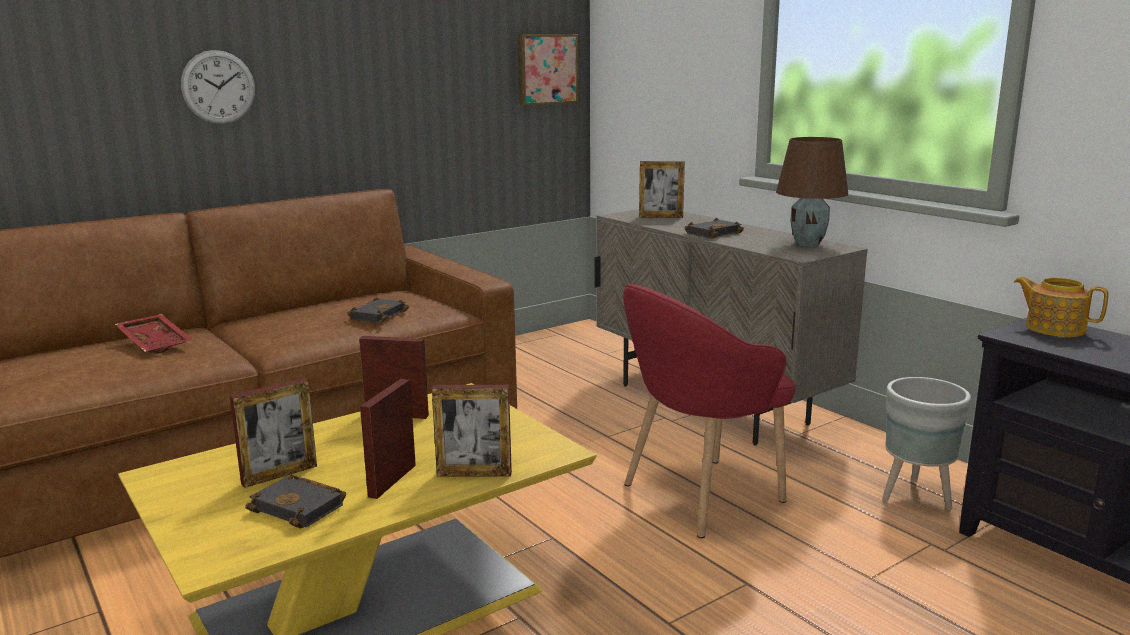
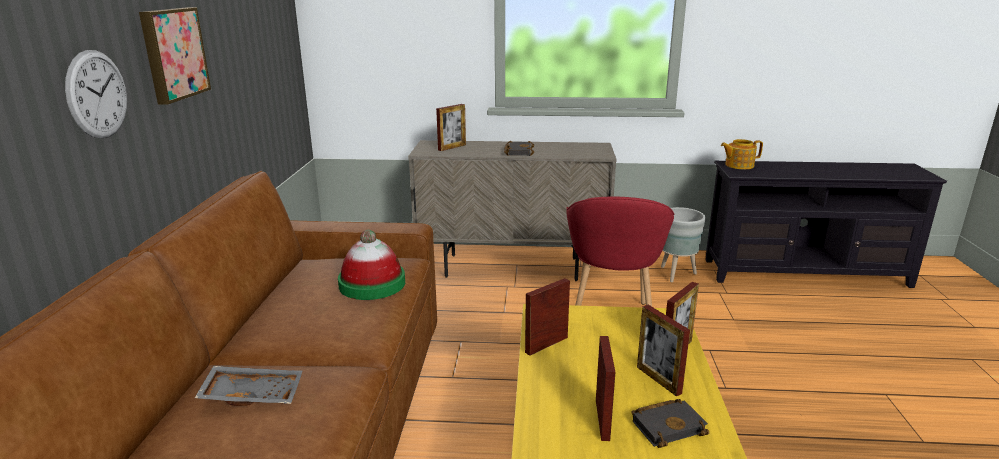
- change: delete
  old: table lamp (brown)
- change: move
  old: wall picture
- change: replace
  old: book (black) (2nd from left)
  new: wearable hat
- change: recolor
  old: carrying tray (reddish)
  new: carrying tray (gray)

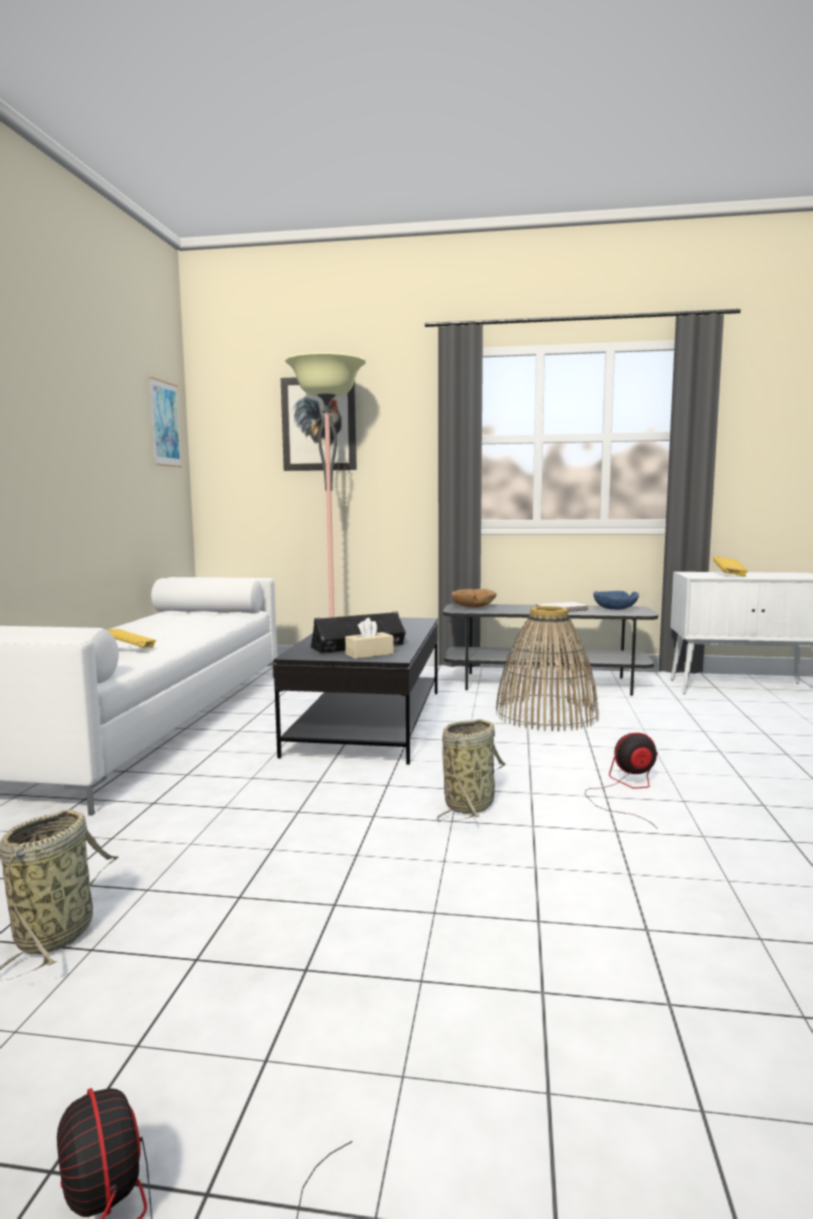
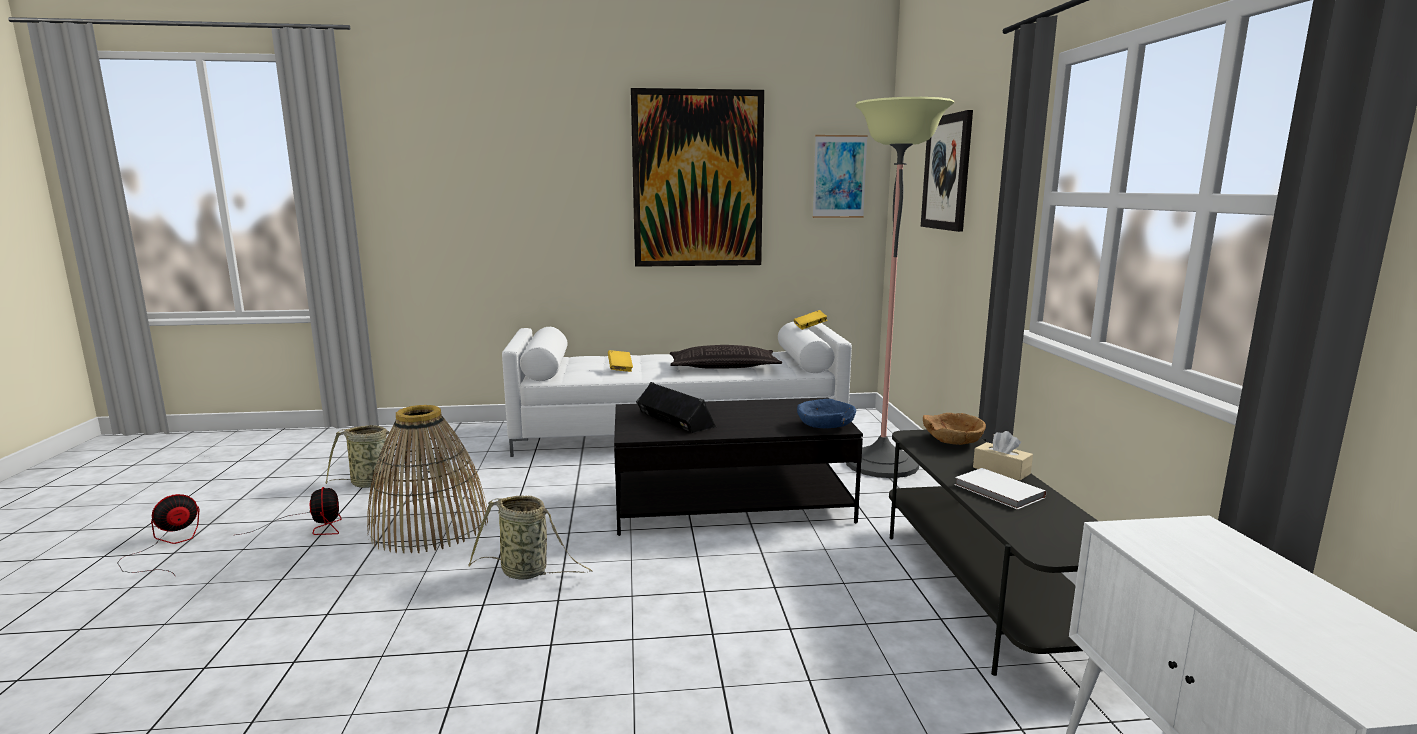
- change: insert
  new: wall picture (1st from left)
- change: insert
  new: pillow
- change: move
  old: tissue holder (sand-coloured)
- change: move
  old: basket (3rd from left in the first image)
  new: basket (2nd from left)
- change: move
  old: fan (2nd from left)
- change: move
  old: bowl (blue)
- change: move
  old: book (yellow-coloured) (2nd from left)

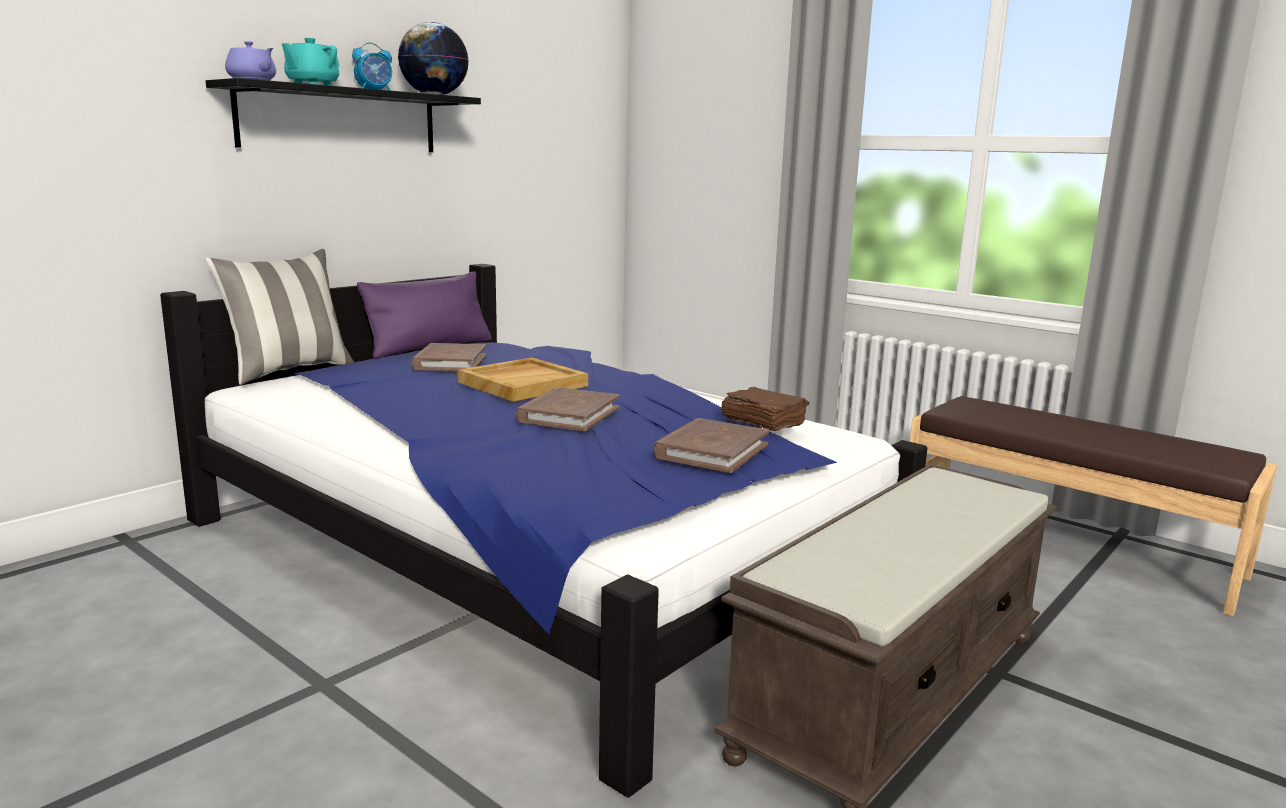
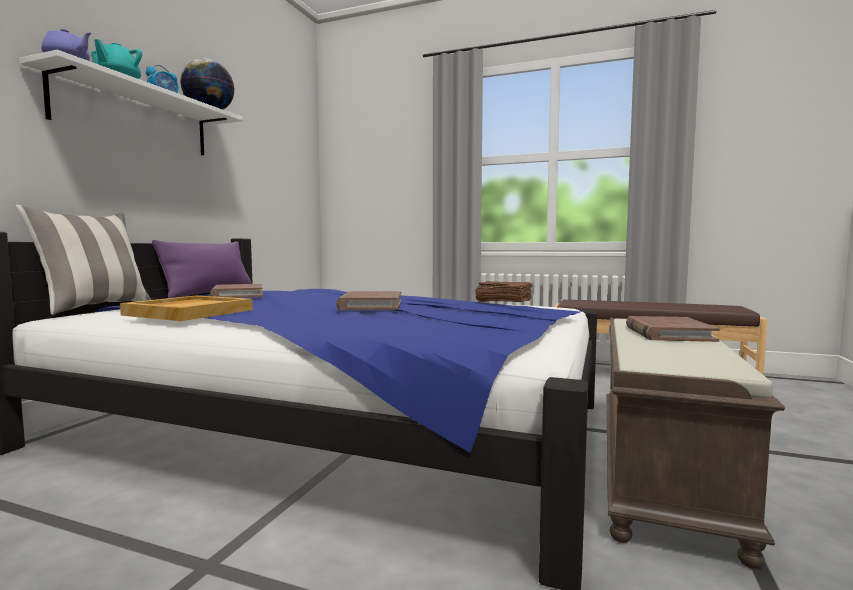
- change: move
  old: carrying tray (sand-coloured)
- change: move
  old: book (brown) (3rd from left in the first image)
  new: book (brown) (4th from left)
- change: recolor
  old: shelf (black)
  new: shelf (white)

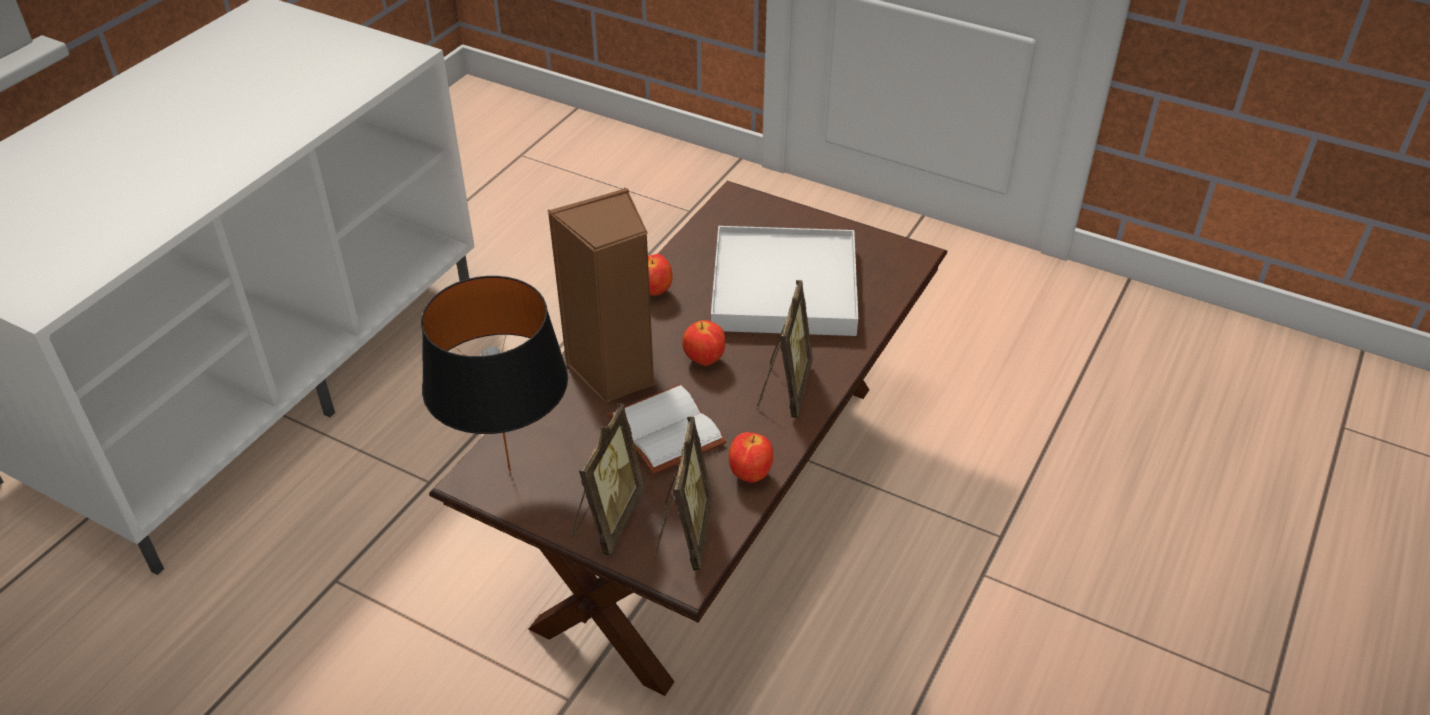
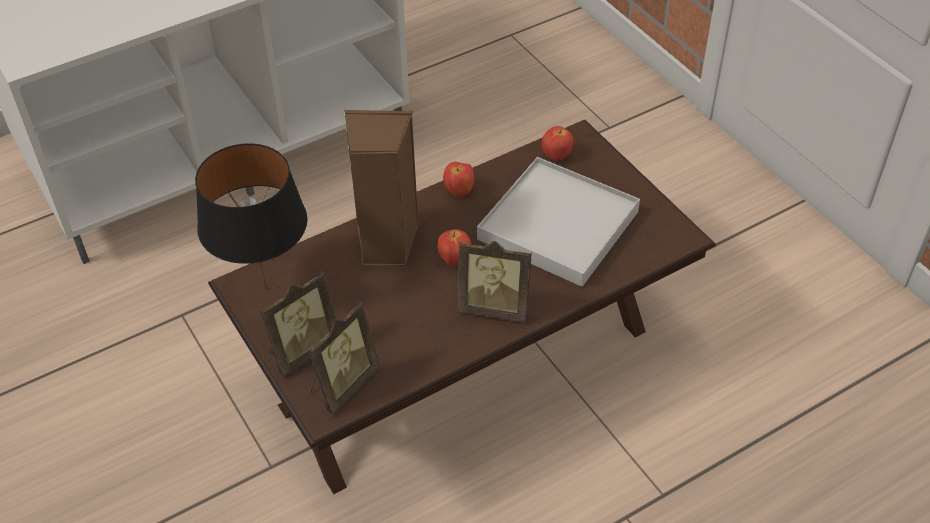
- change: delete
  old: book (white)
- change: move
  old: whole apple (3rd from left)
- change: rotate
  old: picture frame (3rd from left)
  degrees: 60

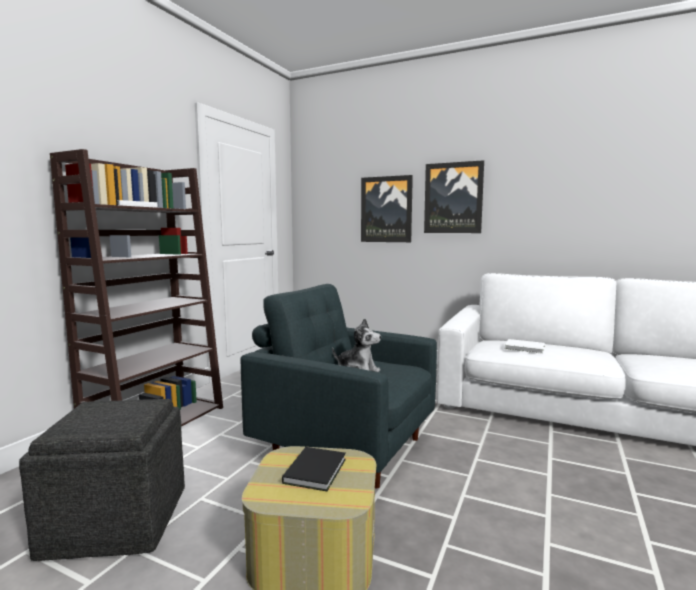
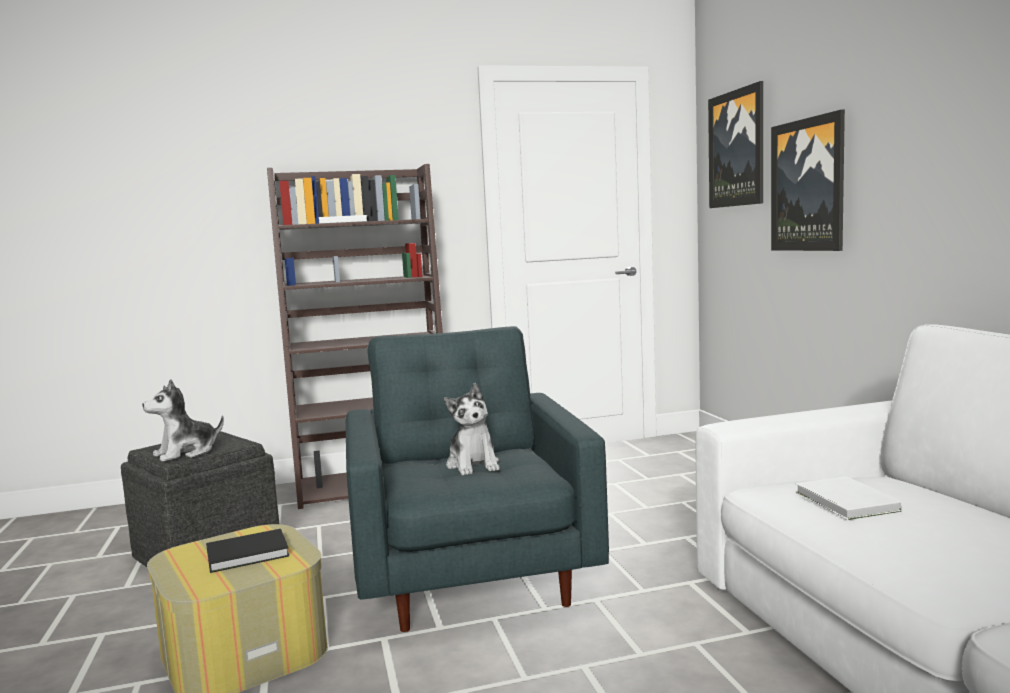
- change: insert
  new: soft toy (1st from left)
- change: move
  old: wall picture (2nd from left in the first image)
  new: wall picture (1st from left)

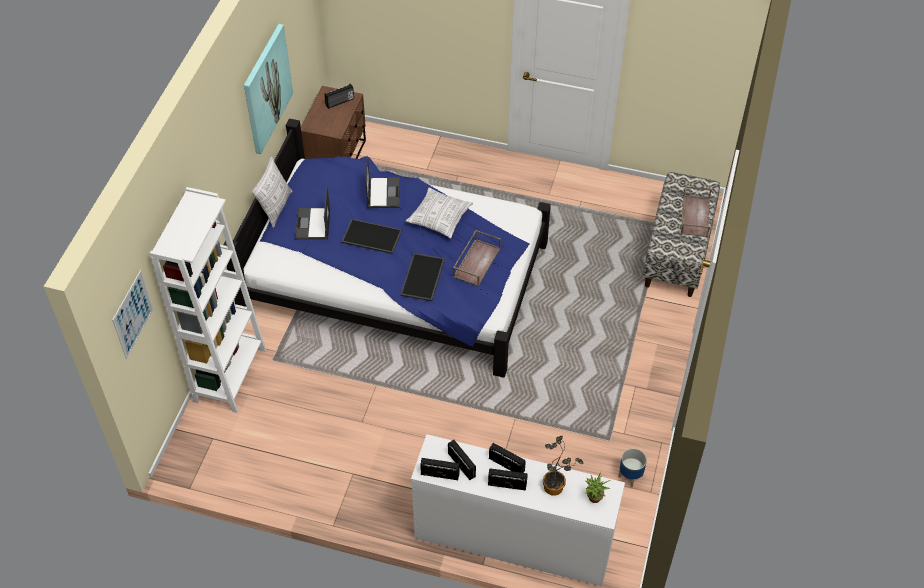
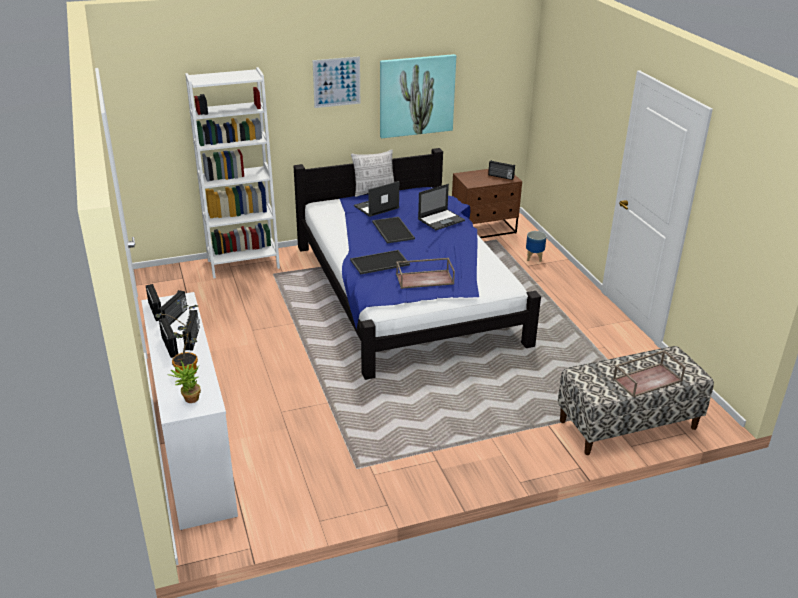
- change: delete
  old: pillow (2nd from left)
- change: move
  old: wall picture (1st from left)
- change: move
  old: planter

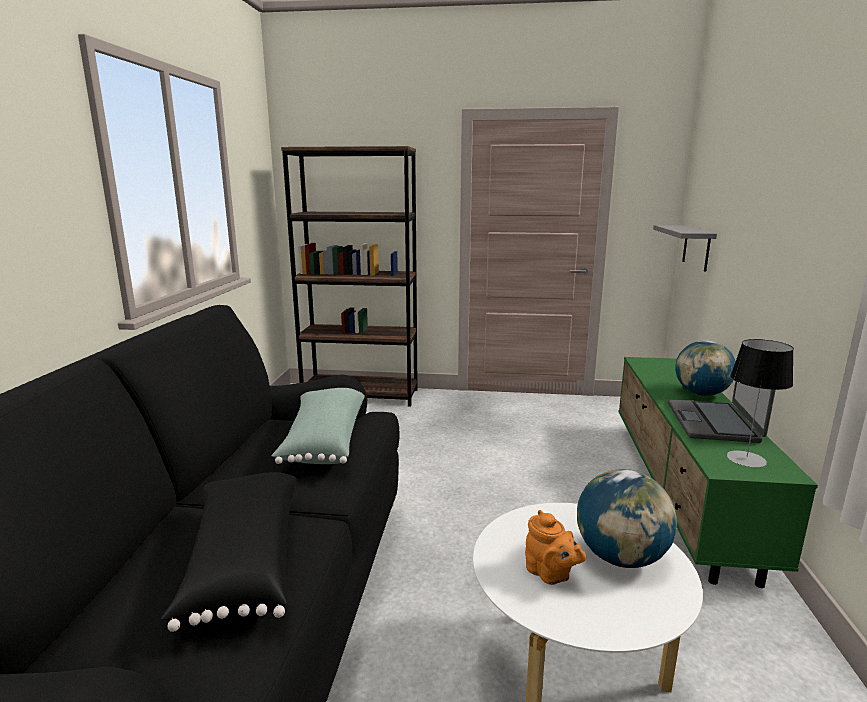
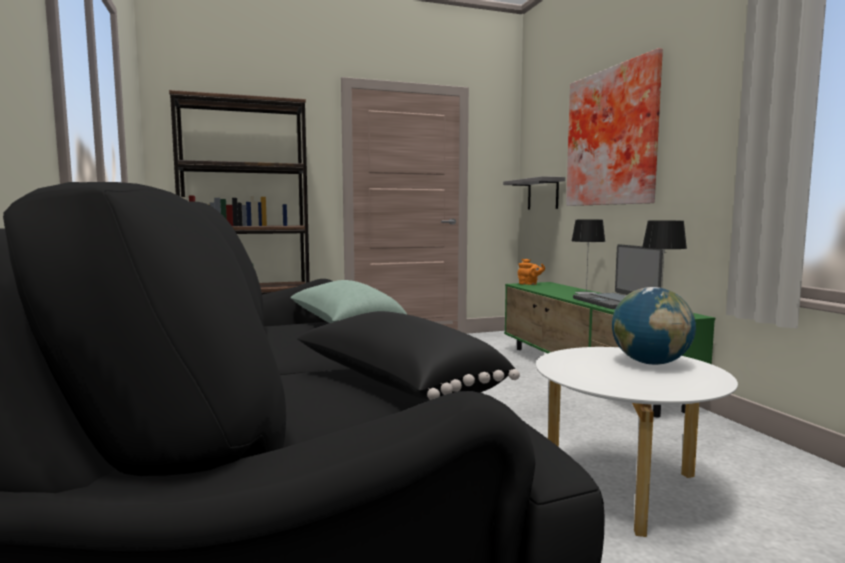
- change: insert
  new: wall picture
- change: move
  old: tea pot (orange)
- change: replace
  old: world globe (2nd from left)
  new: table lamp (1st from left)

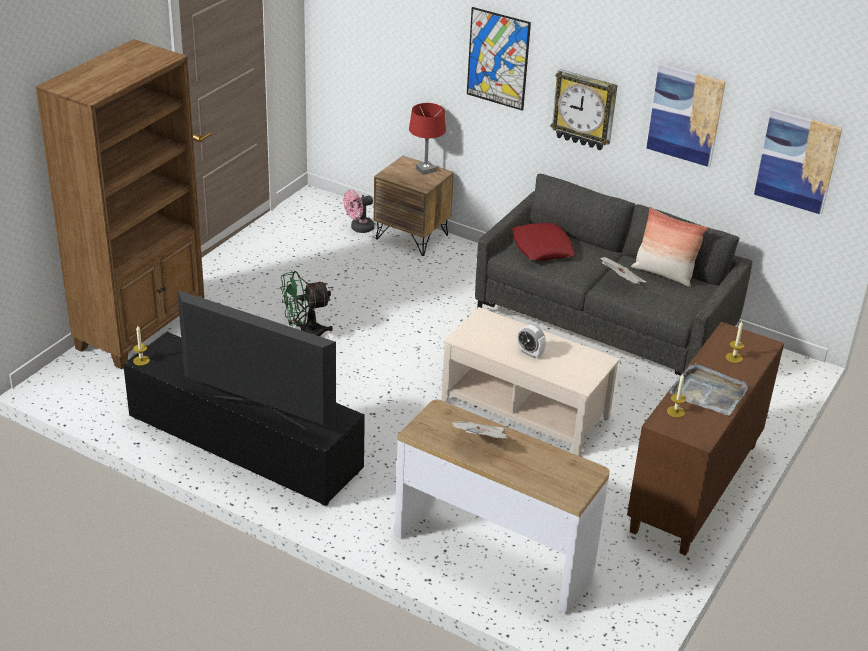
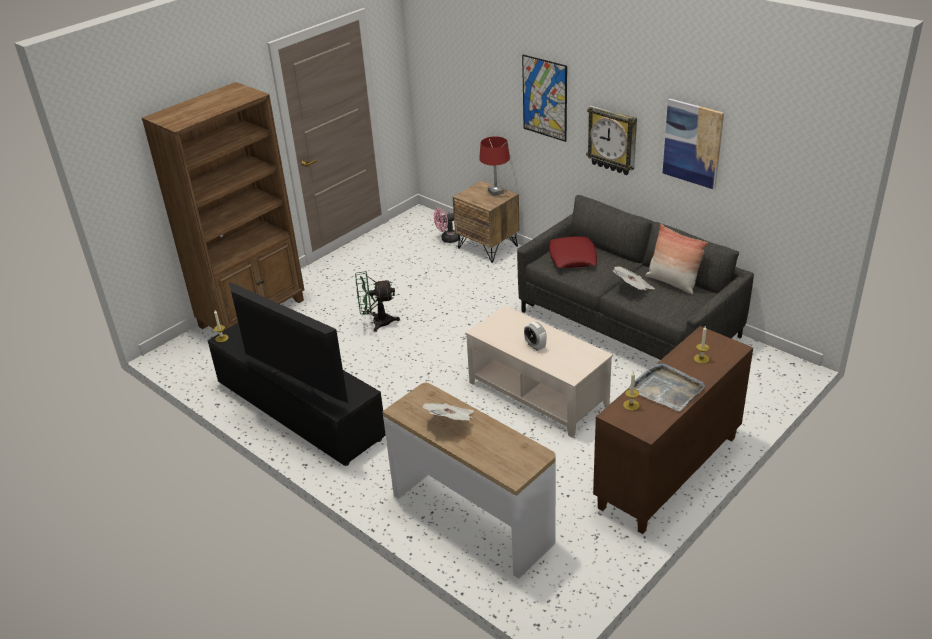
- change: delete
  old: wall picture (3rd from left)

